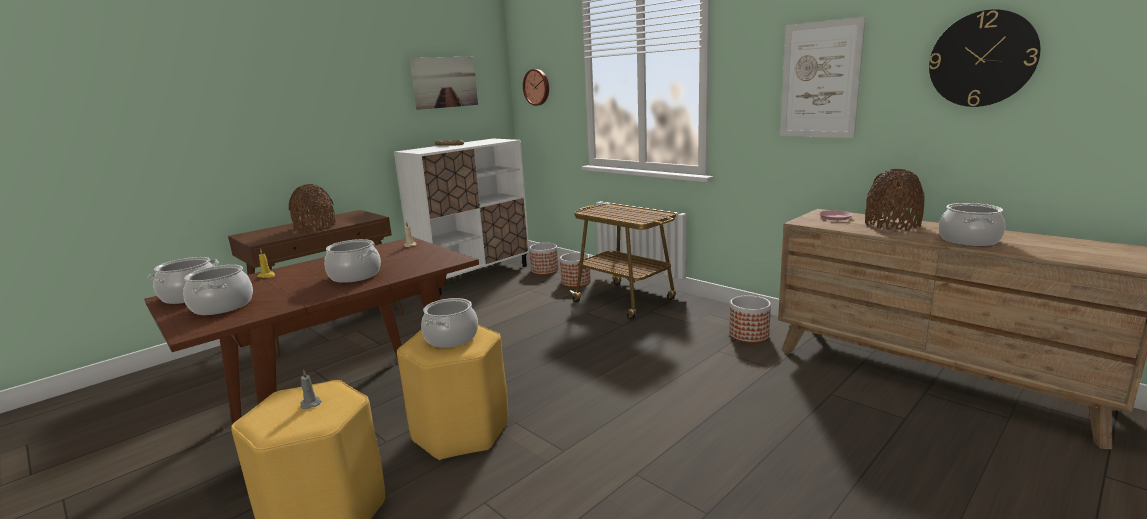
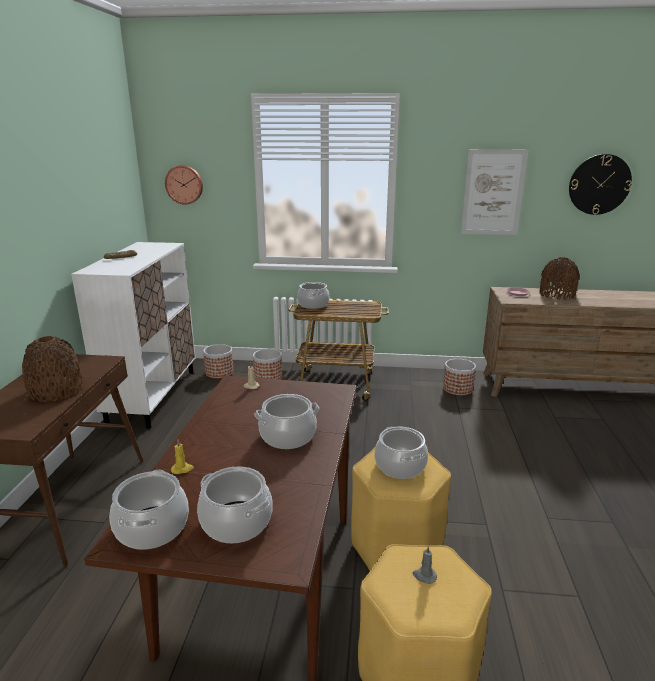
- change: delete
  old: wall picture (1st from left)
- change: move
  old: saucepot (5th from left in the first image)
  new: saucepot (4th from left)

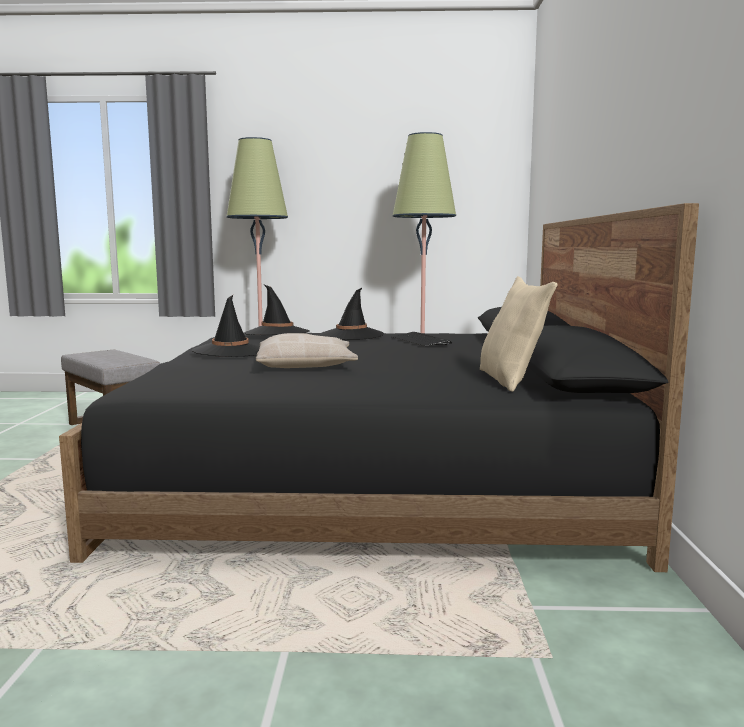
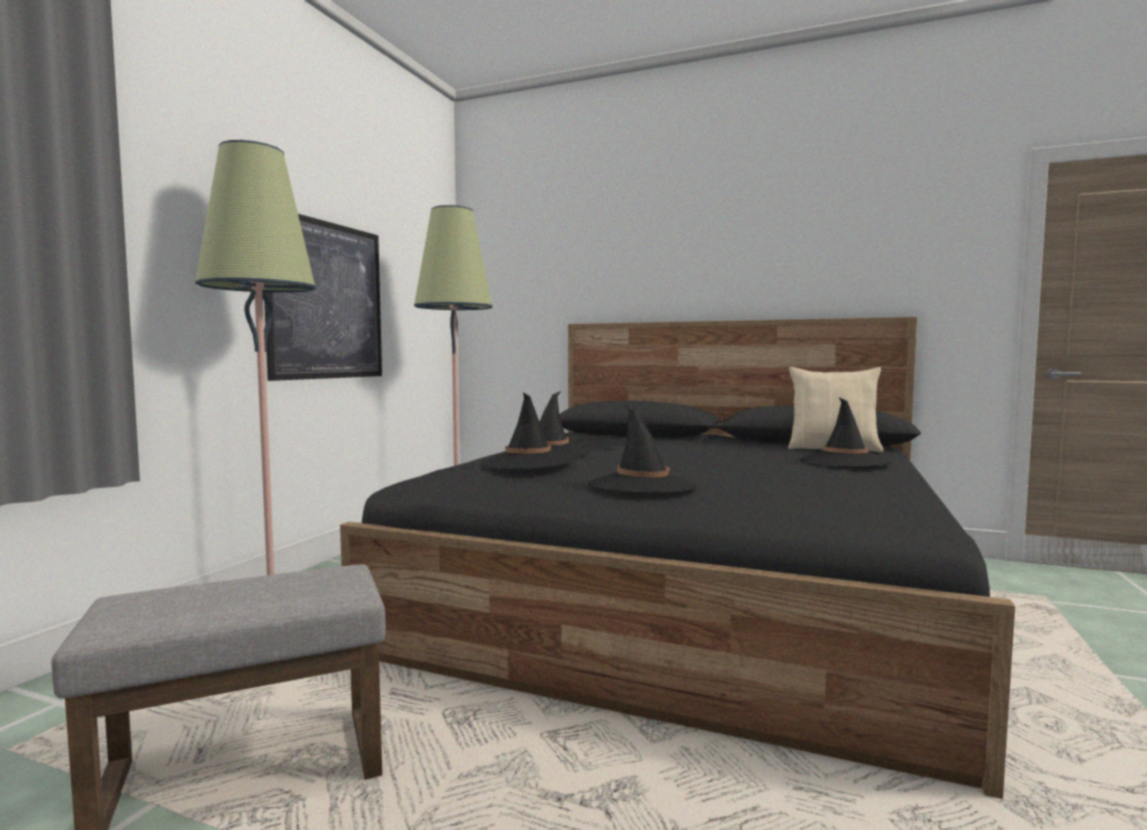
- change: delete
  old: pillow (sand-coloured) (1st from left)
- change: insert
  new: wall picture
- change: insert
  new: wearable hat (black) (4th from left)

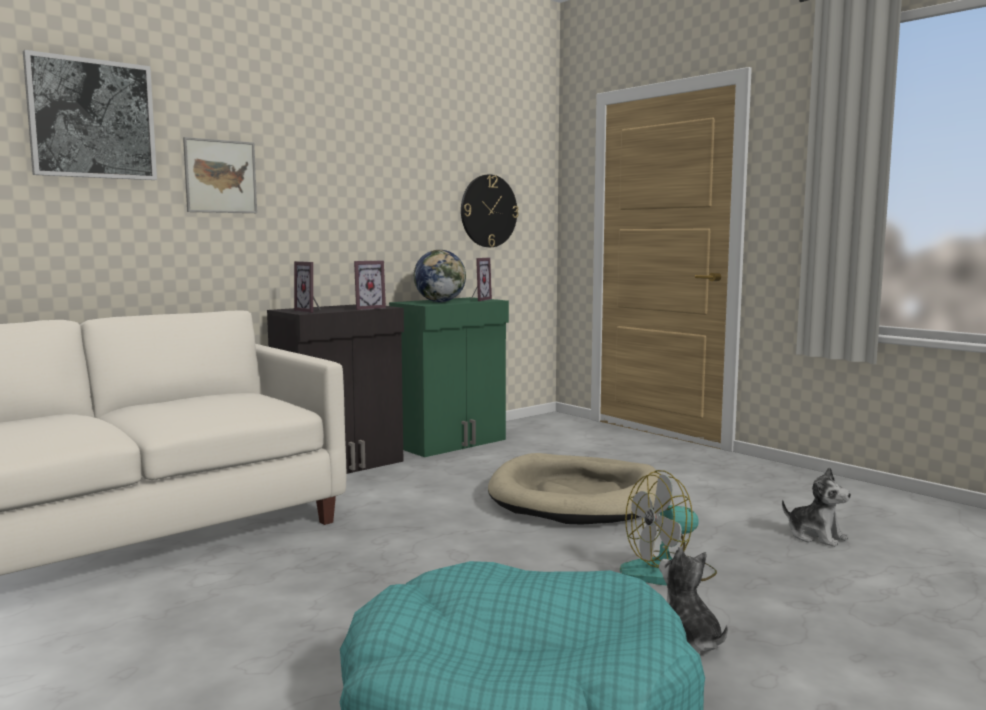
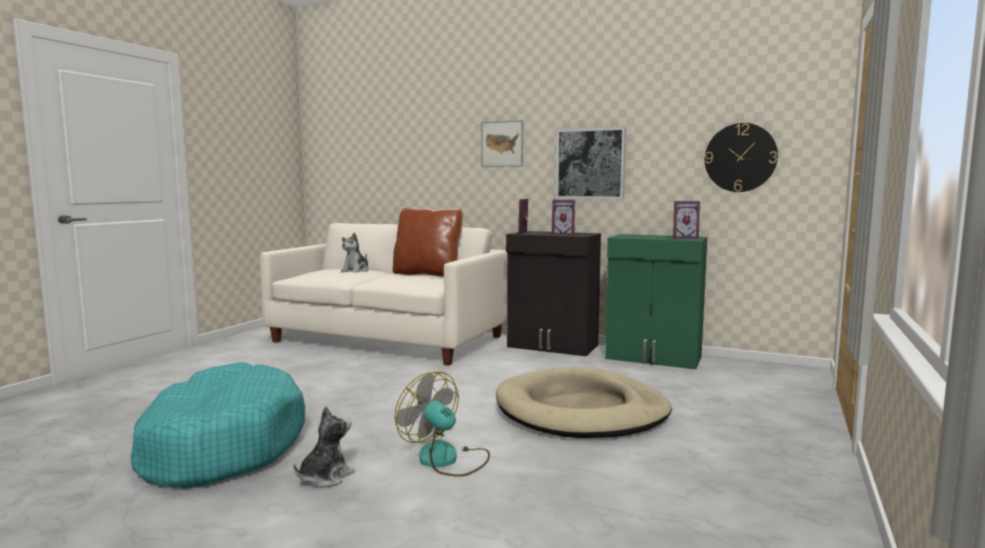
- change: delete
  old: world globe
- change: insert
  new: pillow (brown)
- change: move
  old: wall picture (1st from left in the first image)
  new: wall picture (2nd from left)
- change: move
  old: soft toy (2nd from left)

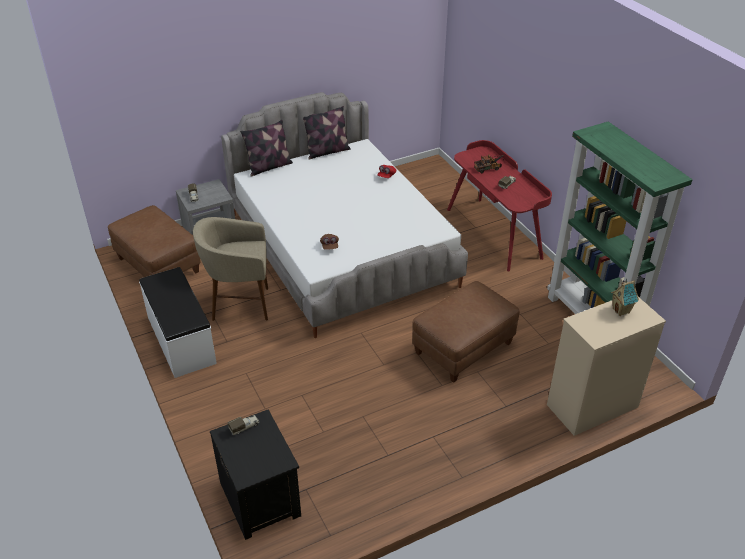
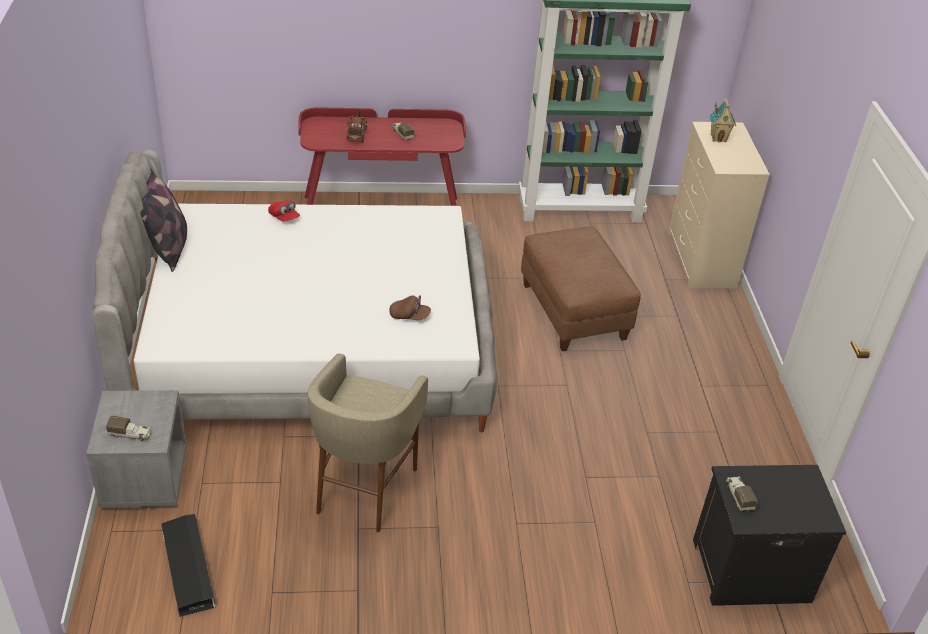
- change: delete
  old: long seat (white)
- change: delete
  old: pillow (1st from left)
- change: replace
  old: pouffe (brown) (1st from left)
  new: storage box (black)

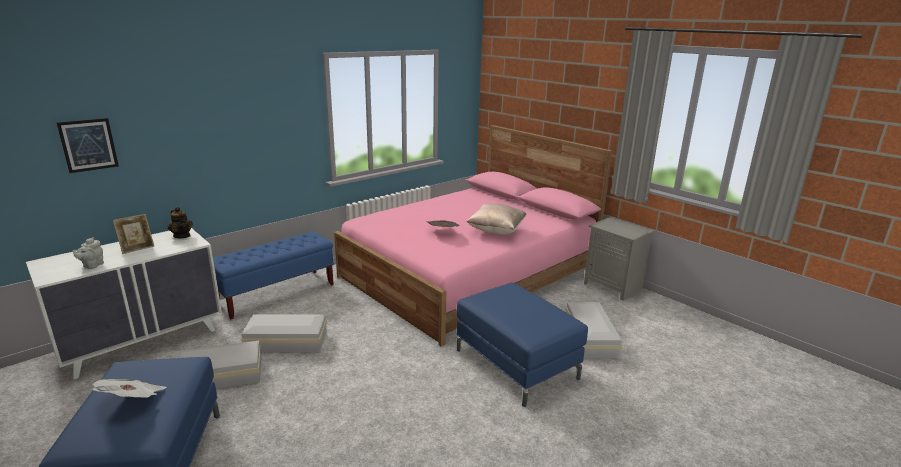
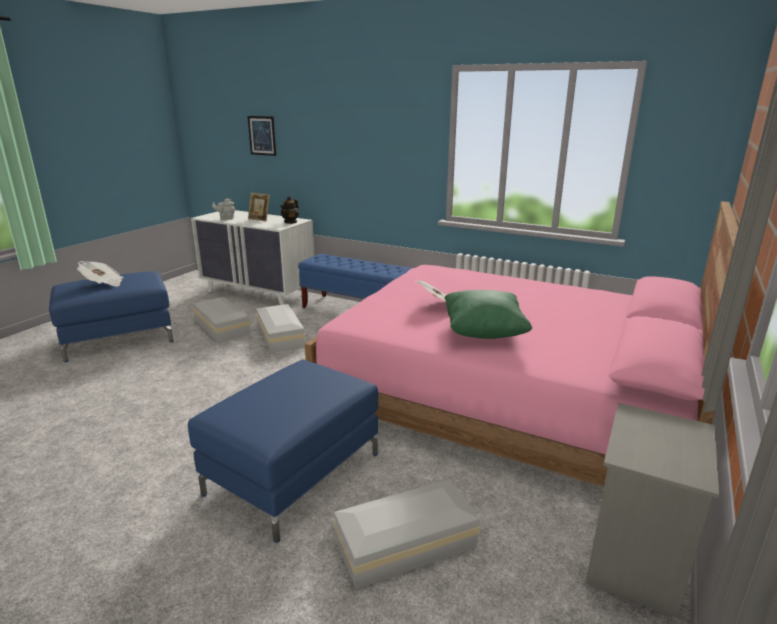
- change: recolor
  old: pillow (sand-coloured)
  new: pillow (green-coloured)

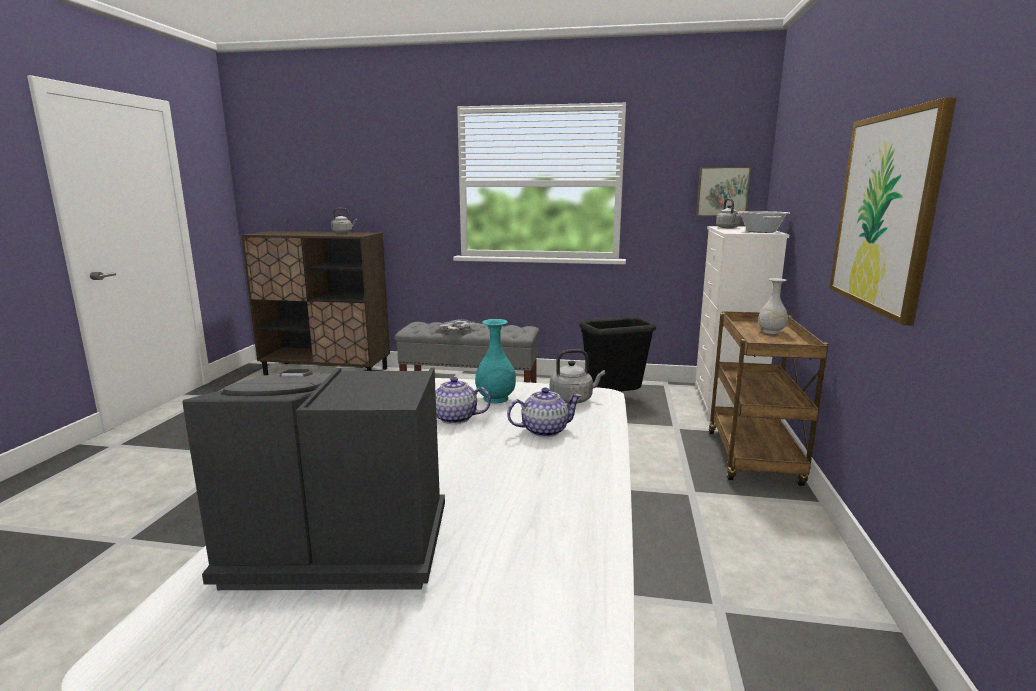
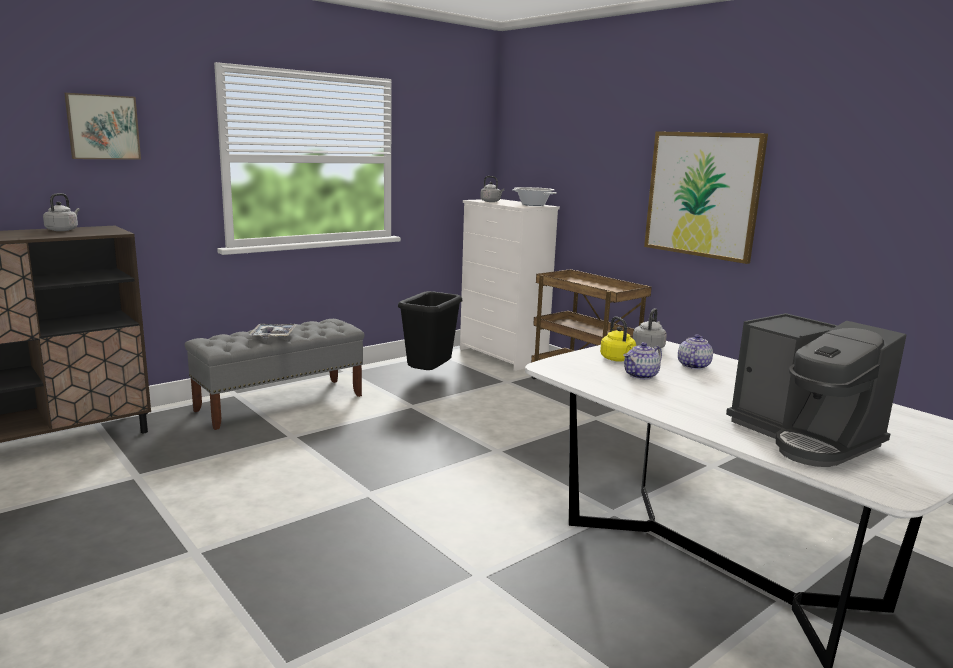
- change: delete
  old: vase (white)
- change: move
  old: wall picture (1st from left)
- change: replace
  old: vase (turquoise)
  new: tea kettle (yellow-coloured)
- change: rotate
  old: coffee maker
  degrees: -75

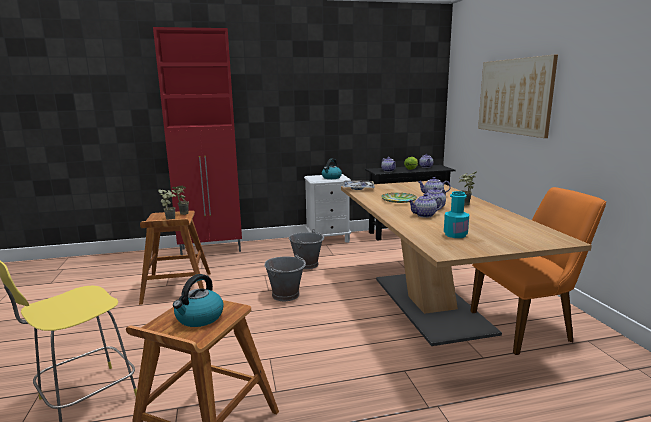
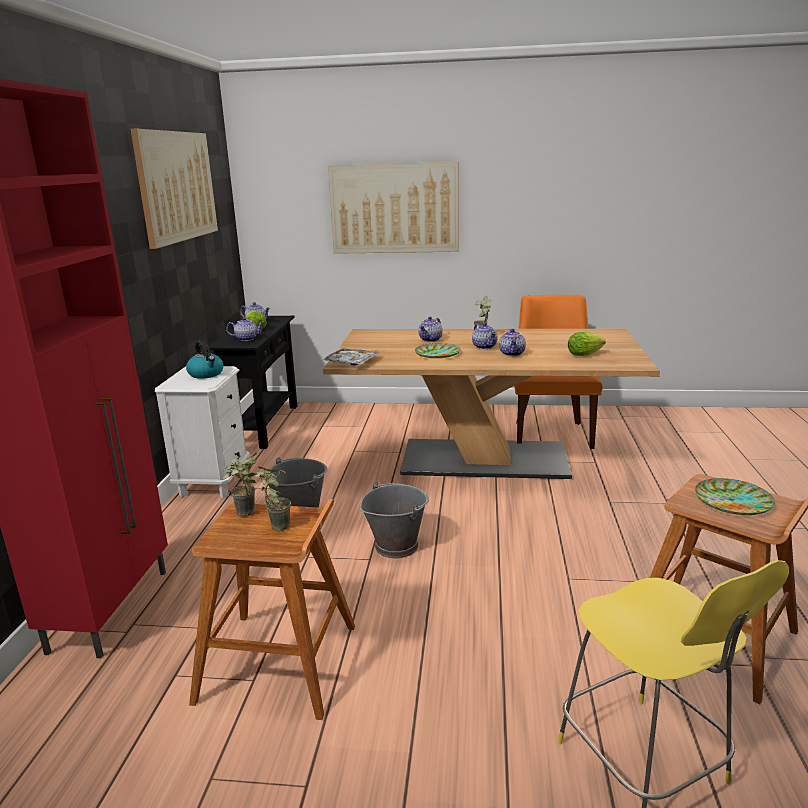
- change: insert
  new: wall picture (1st from left)
- change: replace
  old: tea kettle (1st from left)
  new: flat dish (2nd from left)
- change: replace
  old: bottle (turquoise)
  new: lettuce (2nd from left)

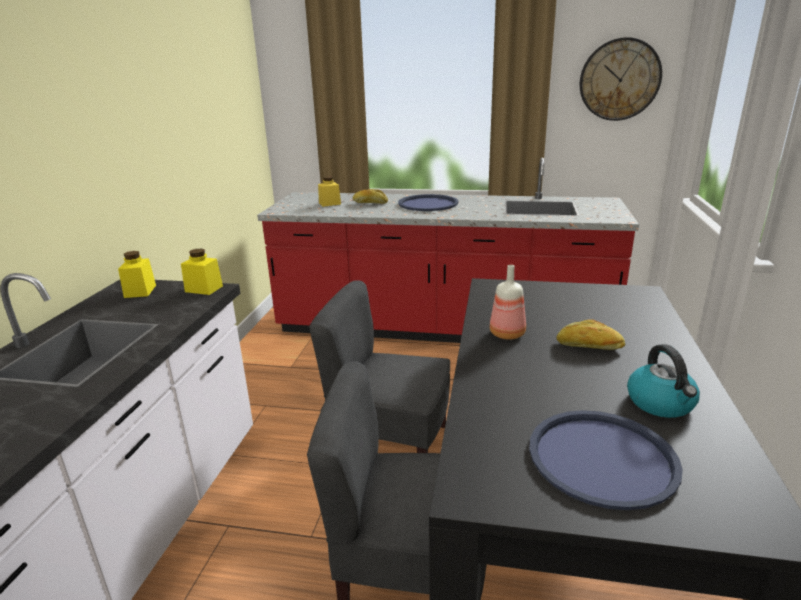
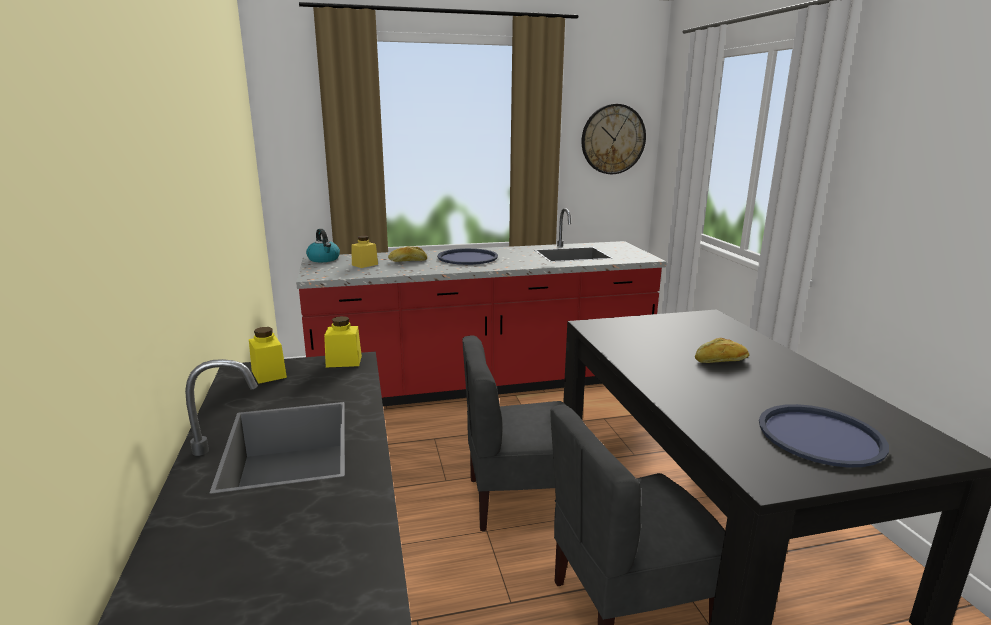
- change: delete
  old: bottle
- change: move
  old: tea kettle

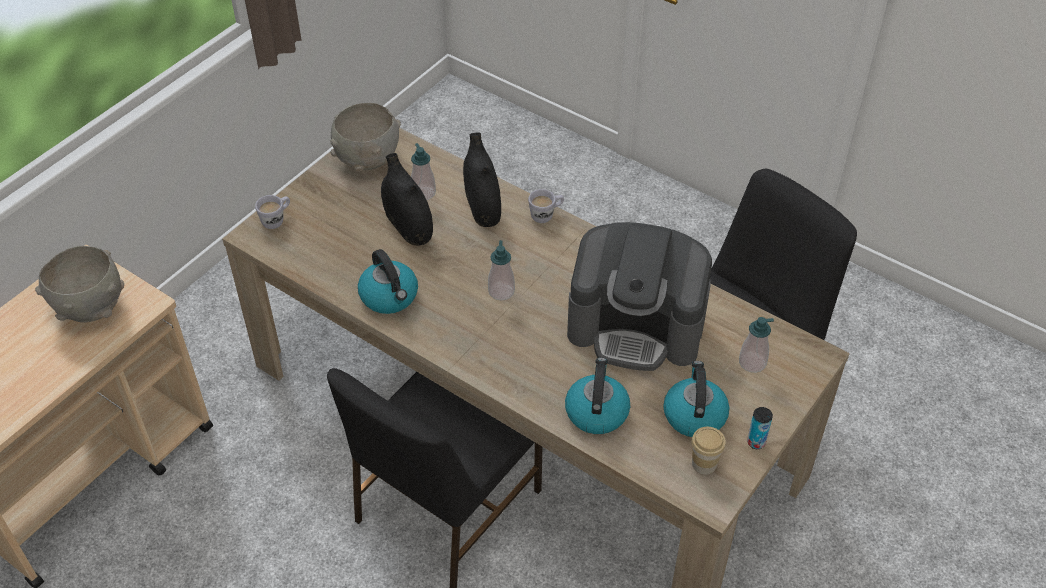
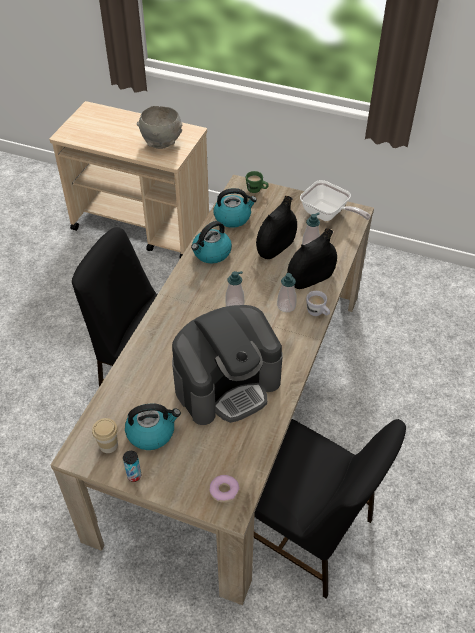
- change: insert
  new: ring doughnut
- change: move
  old: tea kettle (2nd from left in the first image)
  new: tea kettle (3rd from left)
- change: move
  old: soap bottle (3rd from left in the first image)
  new: soap bottle (2nd from left)
- change: replace
  old: bowl (gray) (2nd from left)
  new: frying pan
- change: recolor
  old: coffee mug (white) (1st from left)
  new: coffee mug (green-coloured)
- change: rotate
  old: coffee maker
  degrees: -120

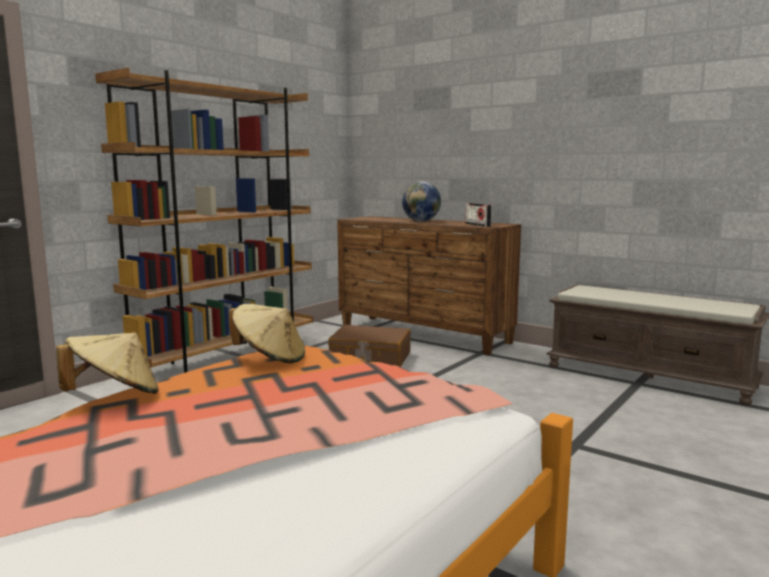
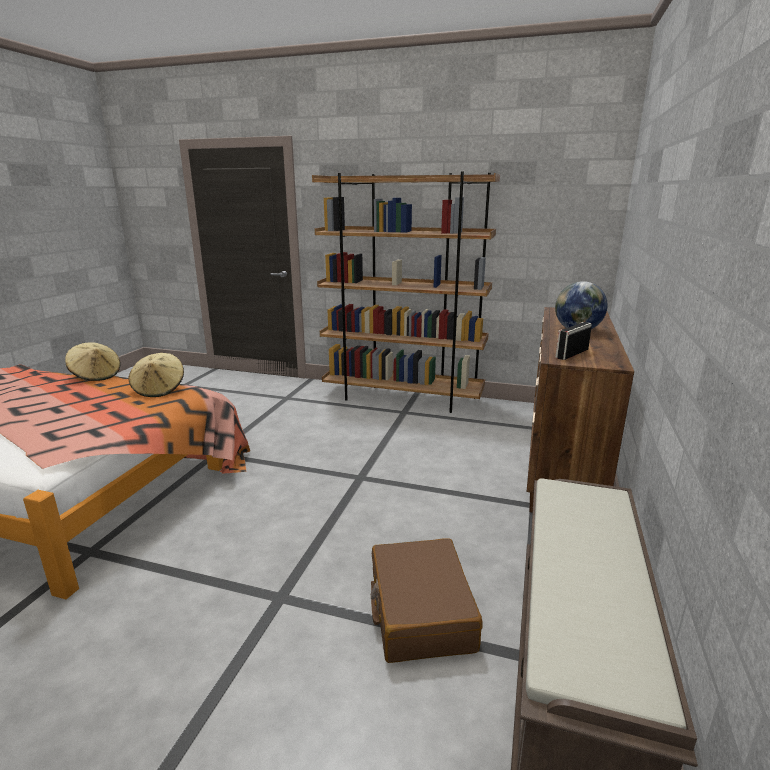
- change: move
  old: travel case (brown)

